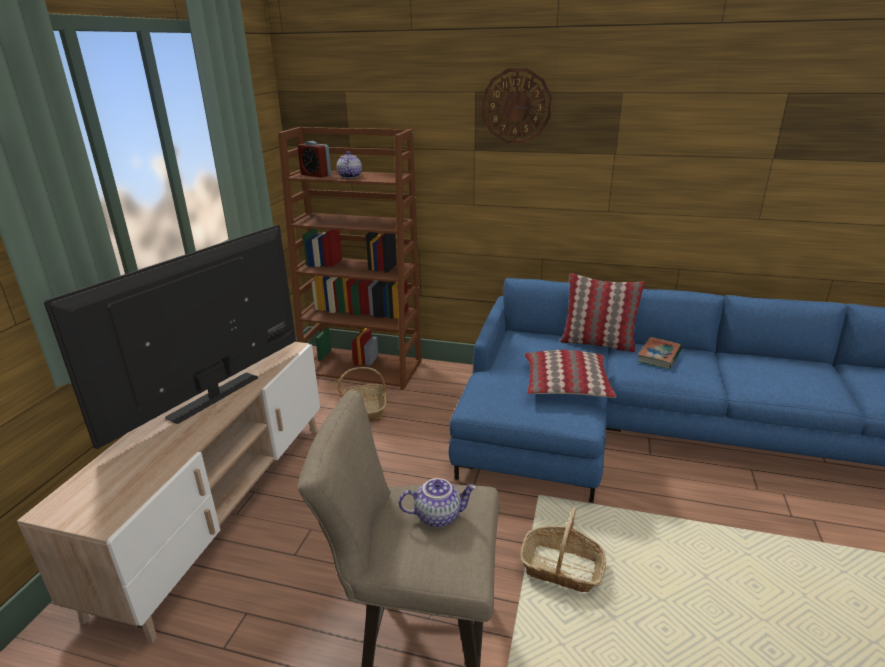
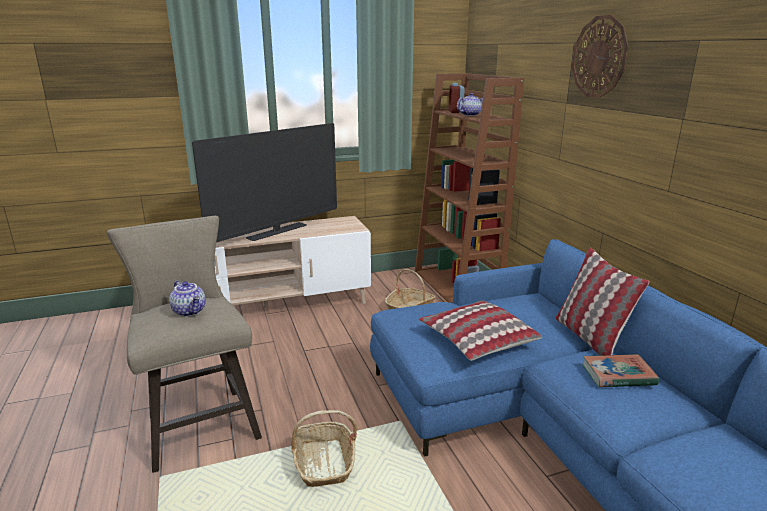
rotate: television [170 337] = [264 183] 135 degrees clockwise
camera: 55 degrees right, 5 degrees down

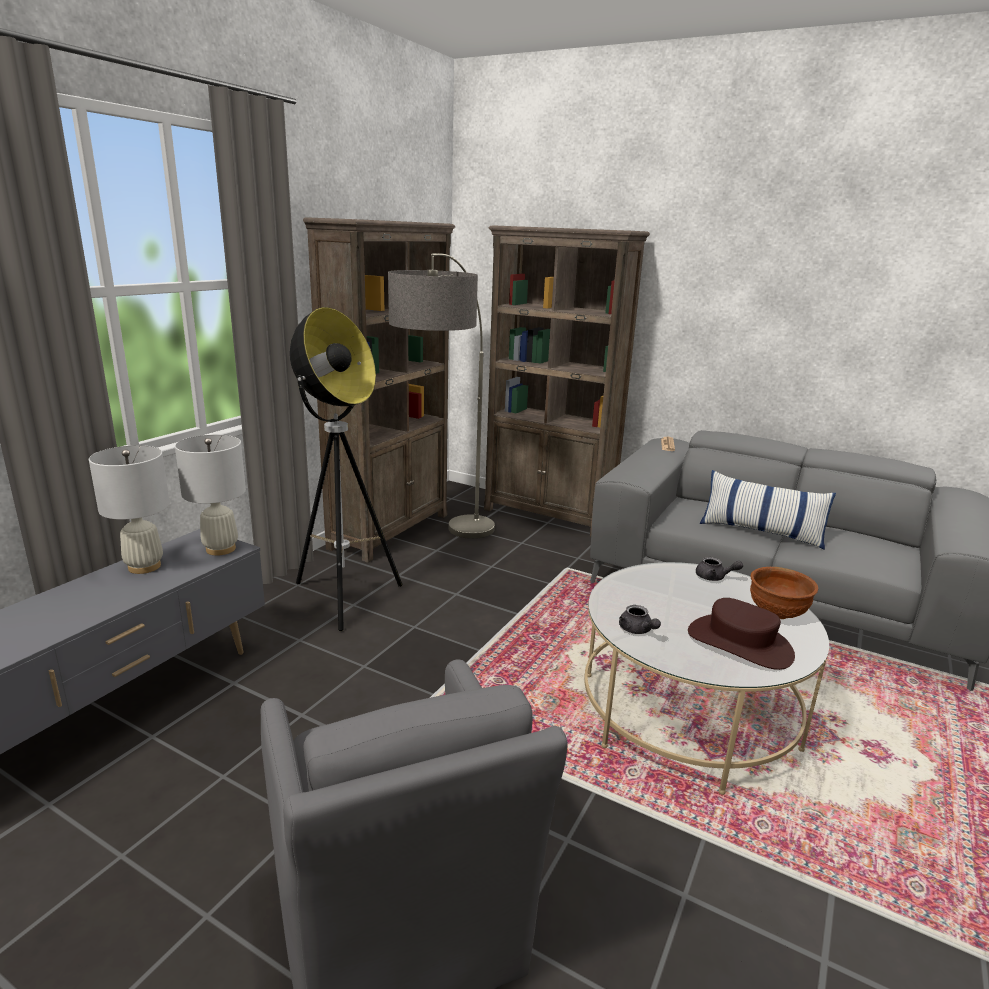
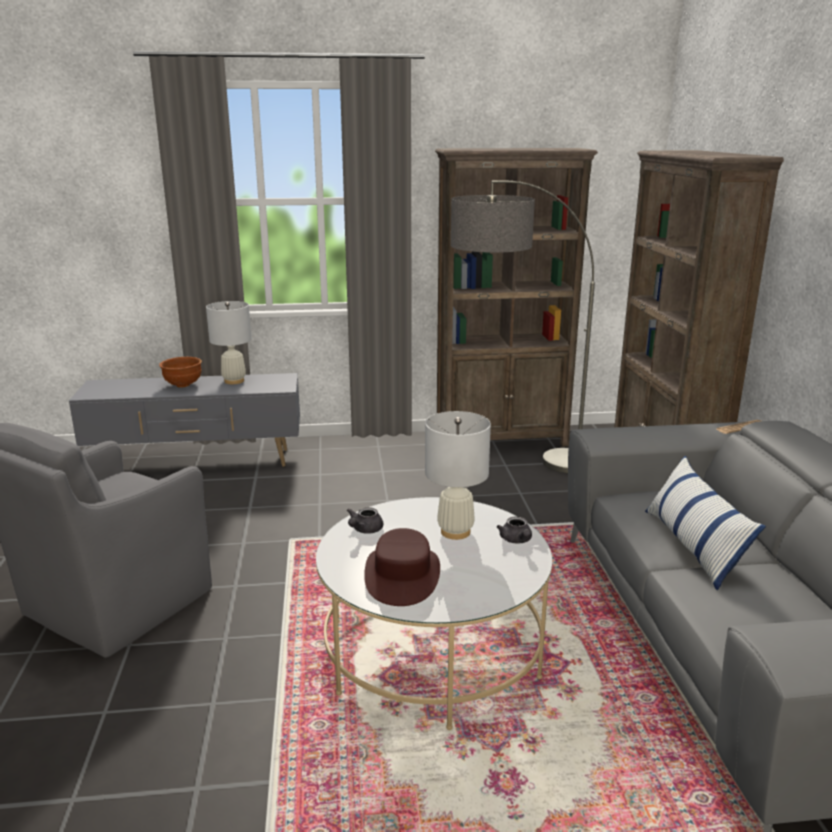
delete: floor lamp [346 469]
move: lamp for a table (whitish) [210 495] to [458 475]; serving bowl (brown-coloured) [784 593] to [180 372]
camera: 55 degrees right, 0 degrees up

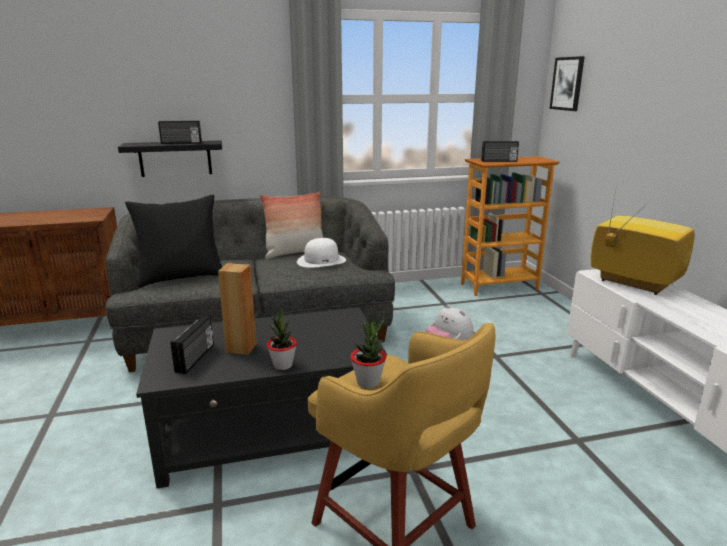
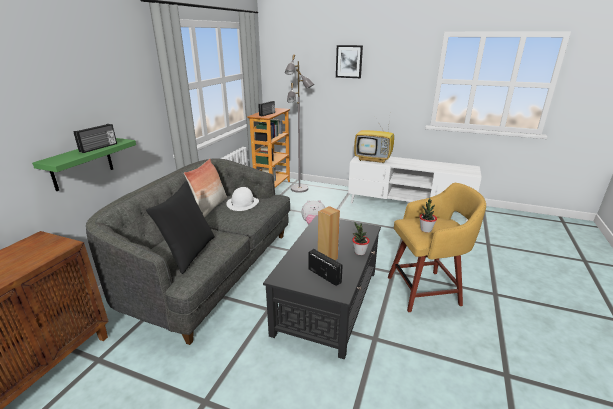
insert: floor lamp (gray) [299 123]
move: wall picture [567 83] to [349 61]
recolor: shelf (black) [170 159] to shelf (greenish) [84 164]
rotate: television [643 240] = [374 140] 150 degrees counterclockwise
camera: 55 degrees left, 5 degrees up

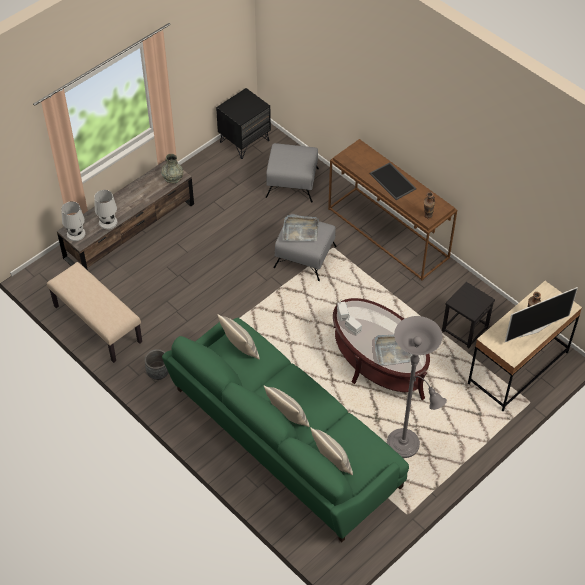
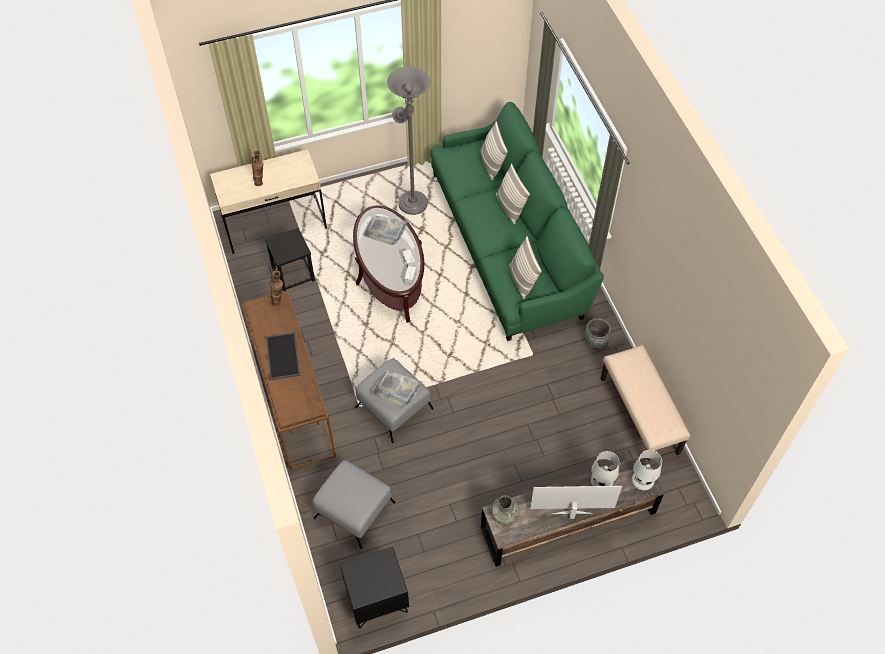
move: television [541 314] to [576 502]
camera: 155 degrees left, 5 degrees up

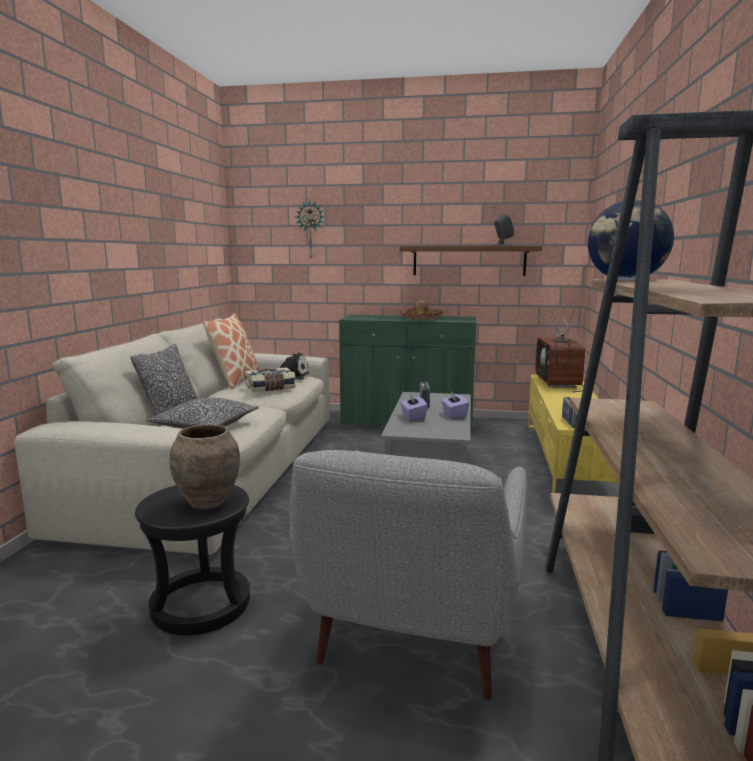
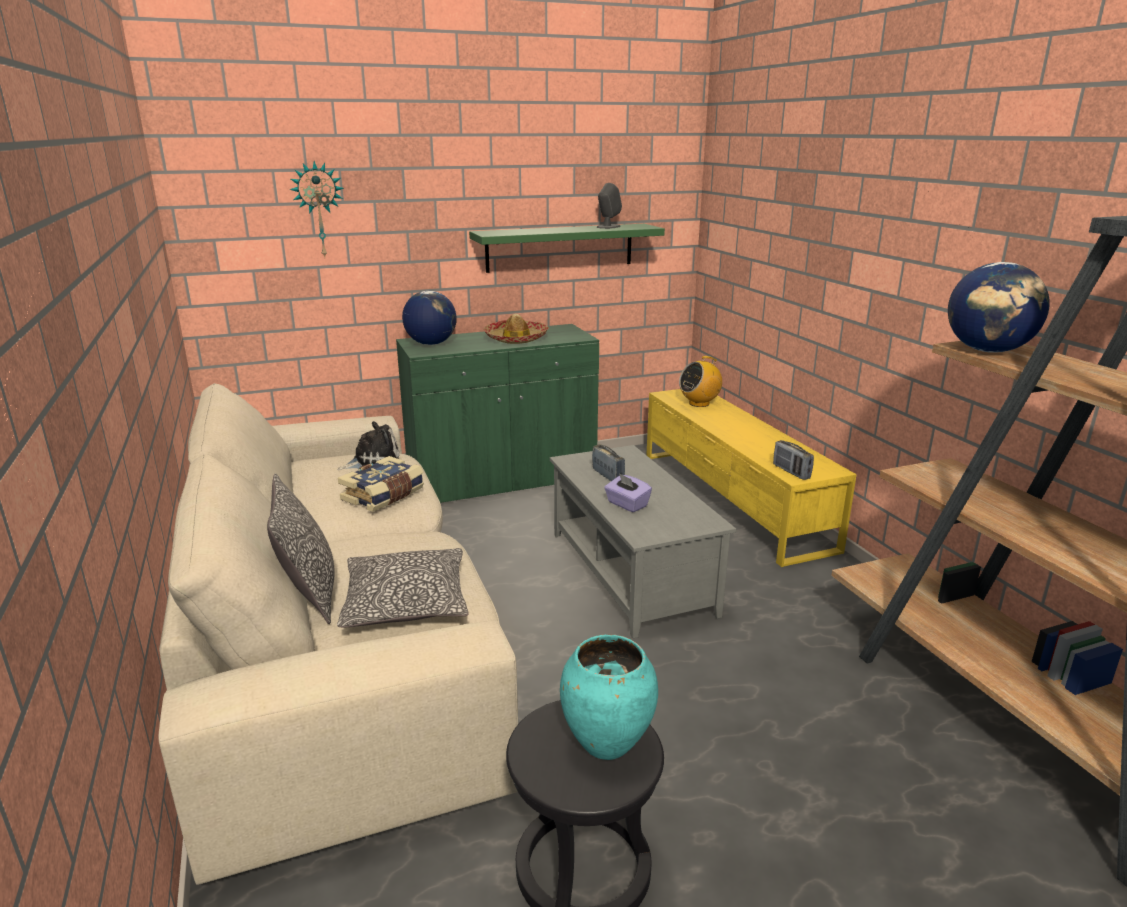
delete: pillow [231 351]; lounge chair (gray) [409 575]; tissue box (purplish) [455 404]
insert: globe [429 318]
replace: television [560 349] to radio [700 381]
recolor: decorative vase (brown-coloured) [204 466] to decorative vase (turquoise-coloured) [609 697]; shelf (brown-coloured) [471 261] to shelf (greenish) [567 248]
camera: 30 degrees left, 10 degrees up

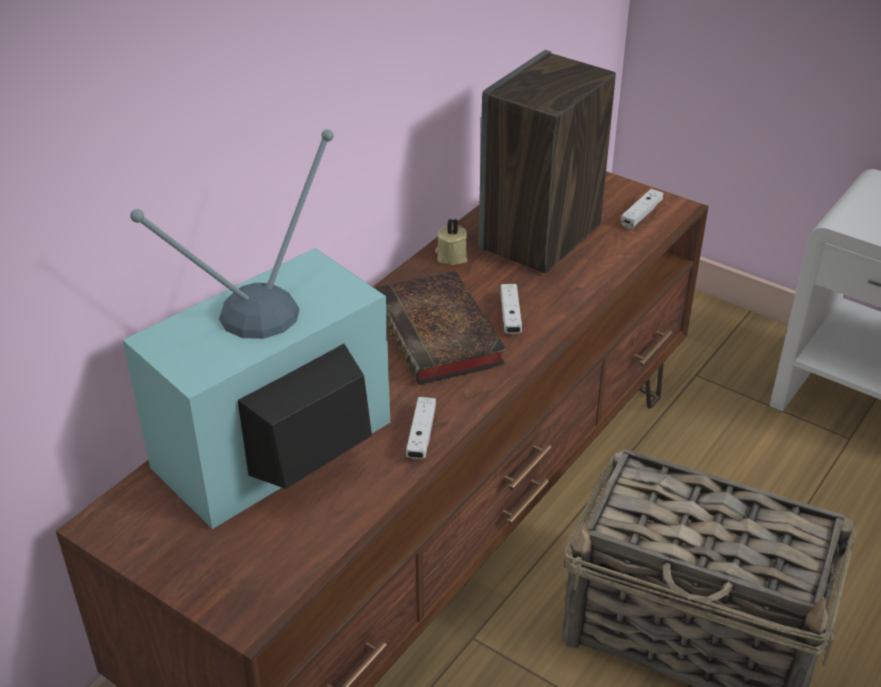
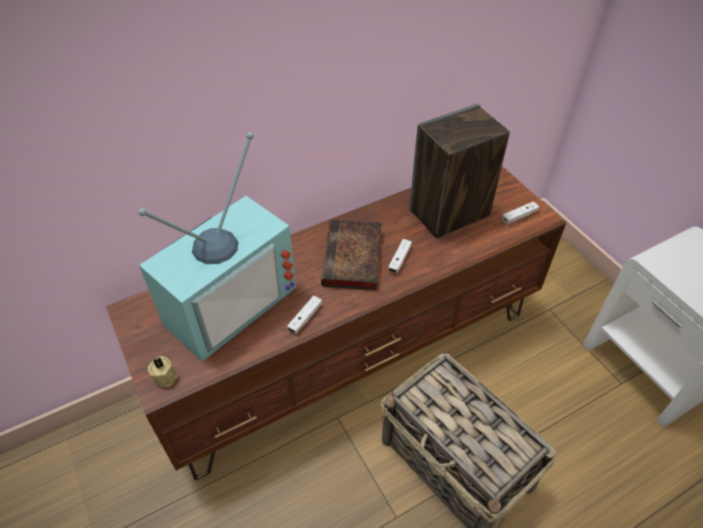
move: wax candle (beige) [451 241] to [163 371]
rotate: television [256 329] = [217 247] 150 degrees clockwise
camera: 25 degrees right, 10 degrees up

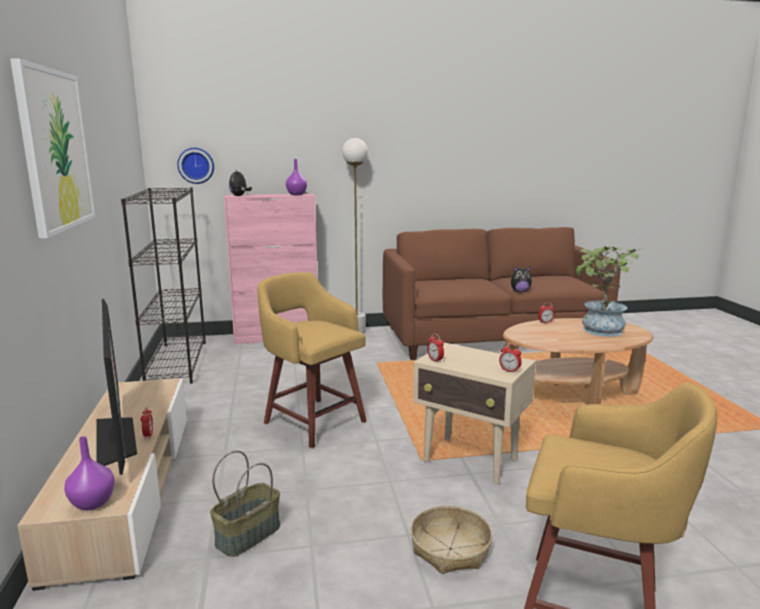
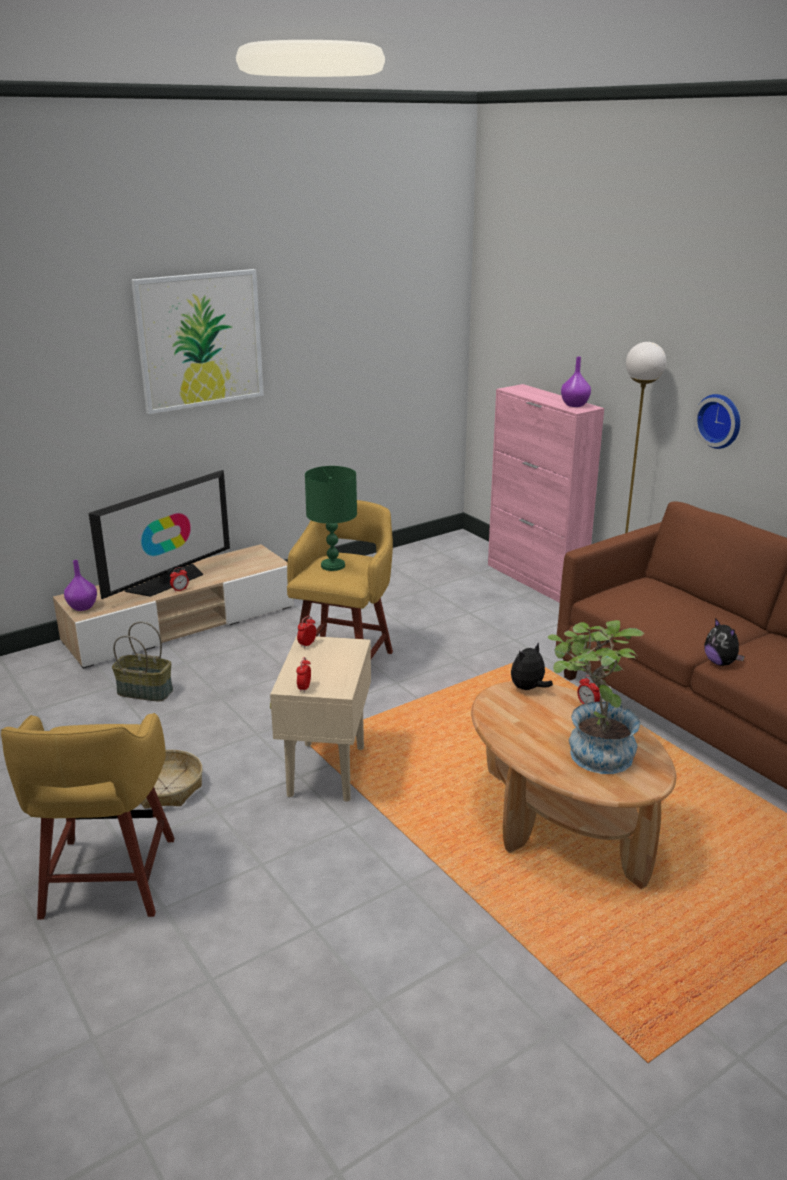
delete: bookcase (black) [163 285]
insert: lamp for a table (greenish) [331 518]
move: hanging clock [195 166] to [717 421]; cuddly toy [240 183] to [532 666]
camera: 65 degrees right, 10 degrees up

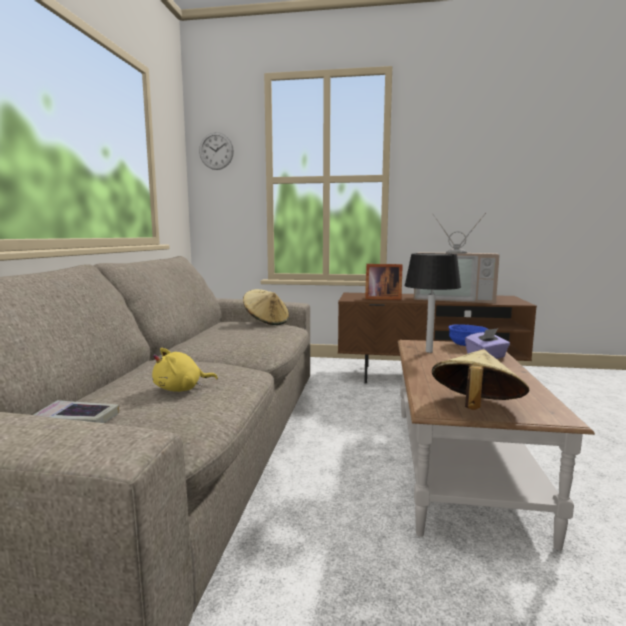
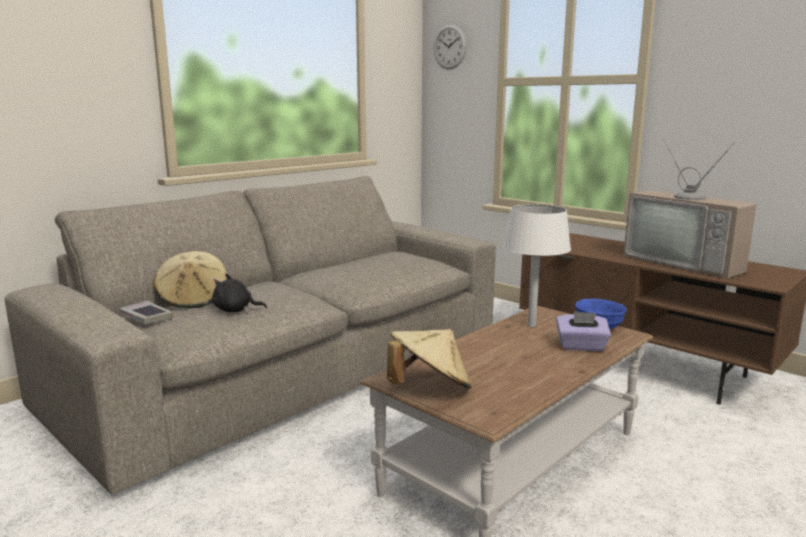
delete: photo frame [384 282]
move: hat (beige) [266 307] to [190 279]
recolor: cuddly toy (yellowish) [185 370] to cuddly toy (black) [239 293]; lamp for a table (black) [432 303] to lamp for a table (whitish) [536 265]
camera: 35 degrees right, 5 degrees up

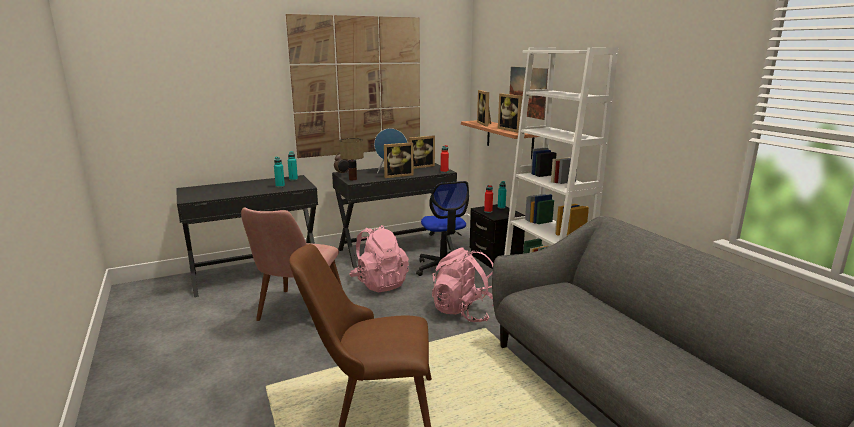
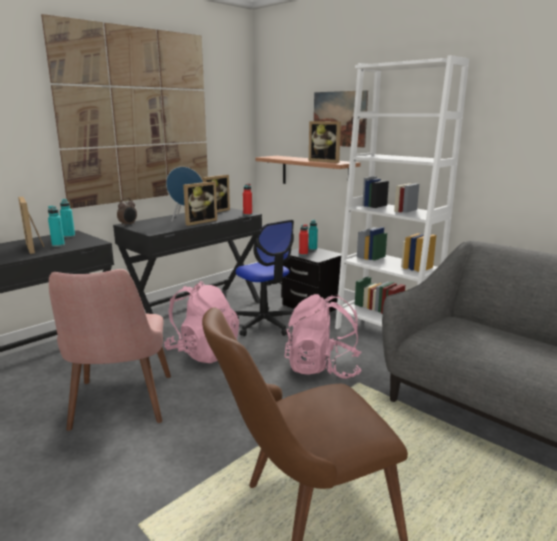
delete: lamp for a table [351 159]
move: photo frame [484 108] to [31 225]
camera: 20 degrees left, 0 degrees up

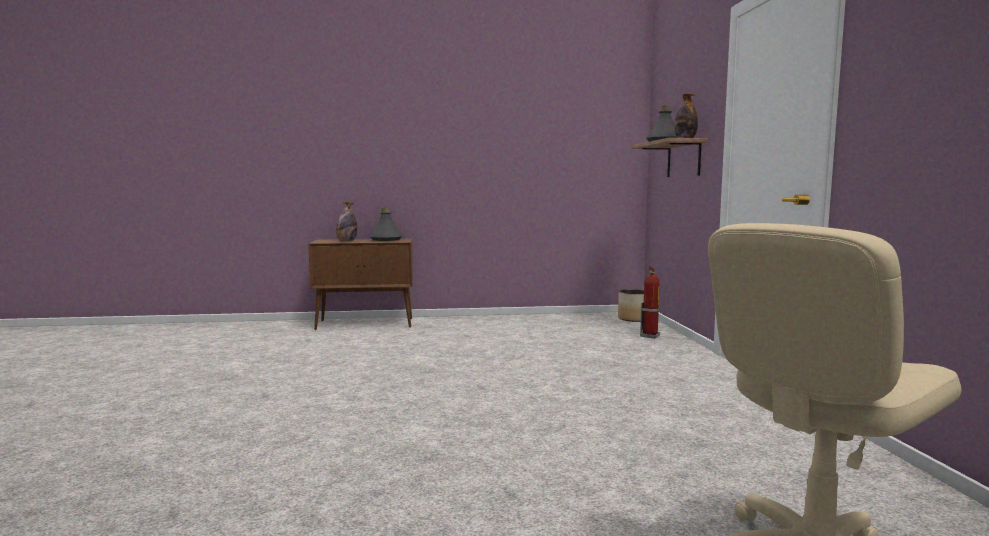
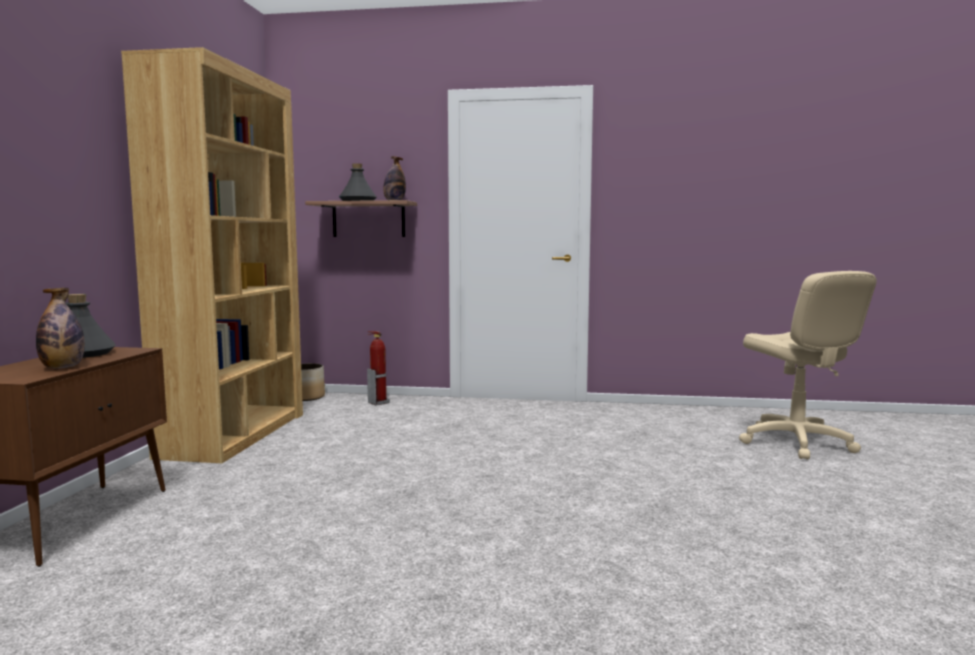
insert: bookcase (brown-coloured) [212 255]
camera: 75 degrees left, 0 degrees up

